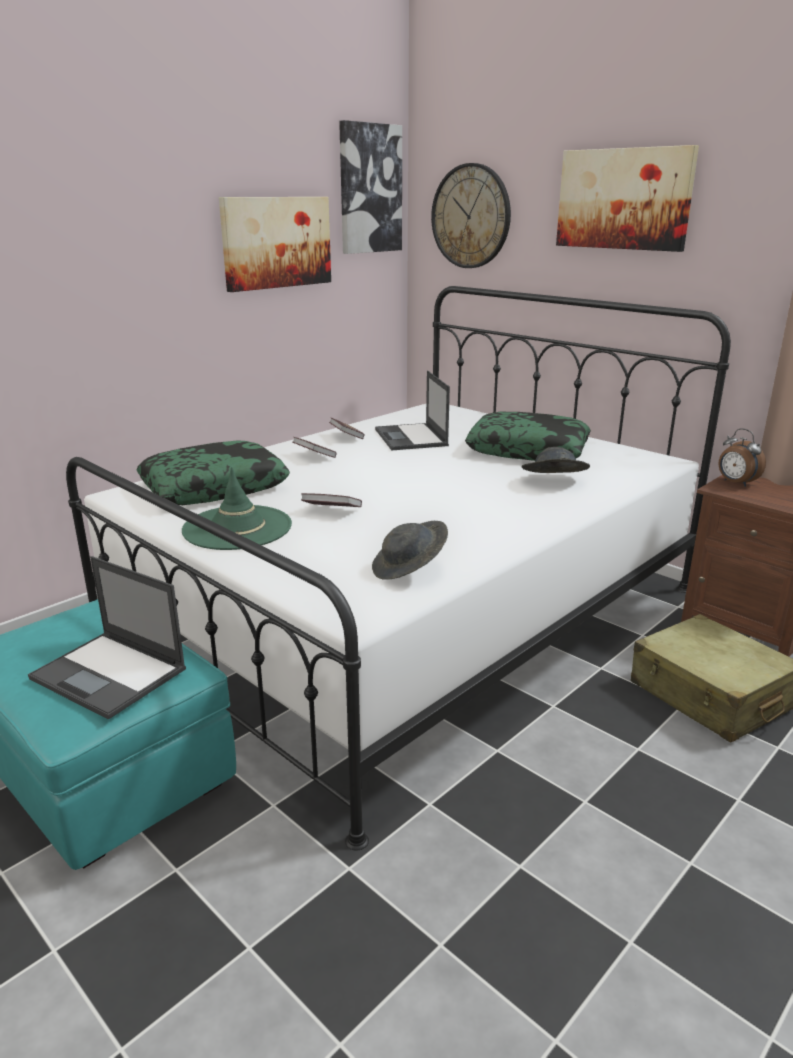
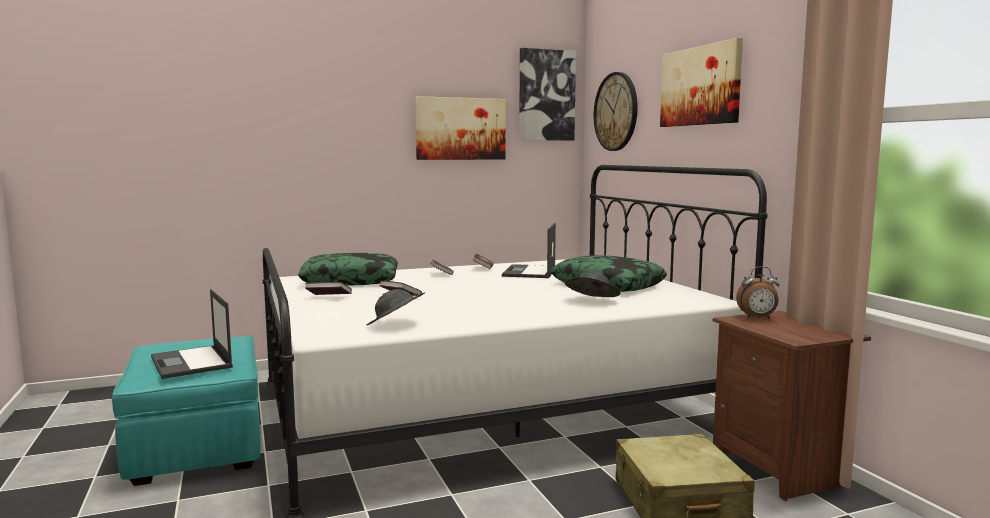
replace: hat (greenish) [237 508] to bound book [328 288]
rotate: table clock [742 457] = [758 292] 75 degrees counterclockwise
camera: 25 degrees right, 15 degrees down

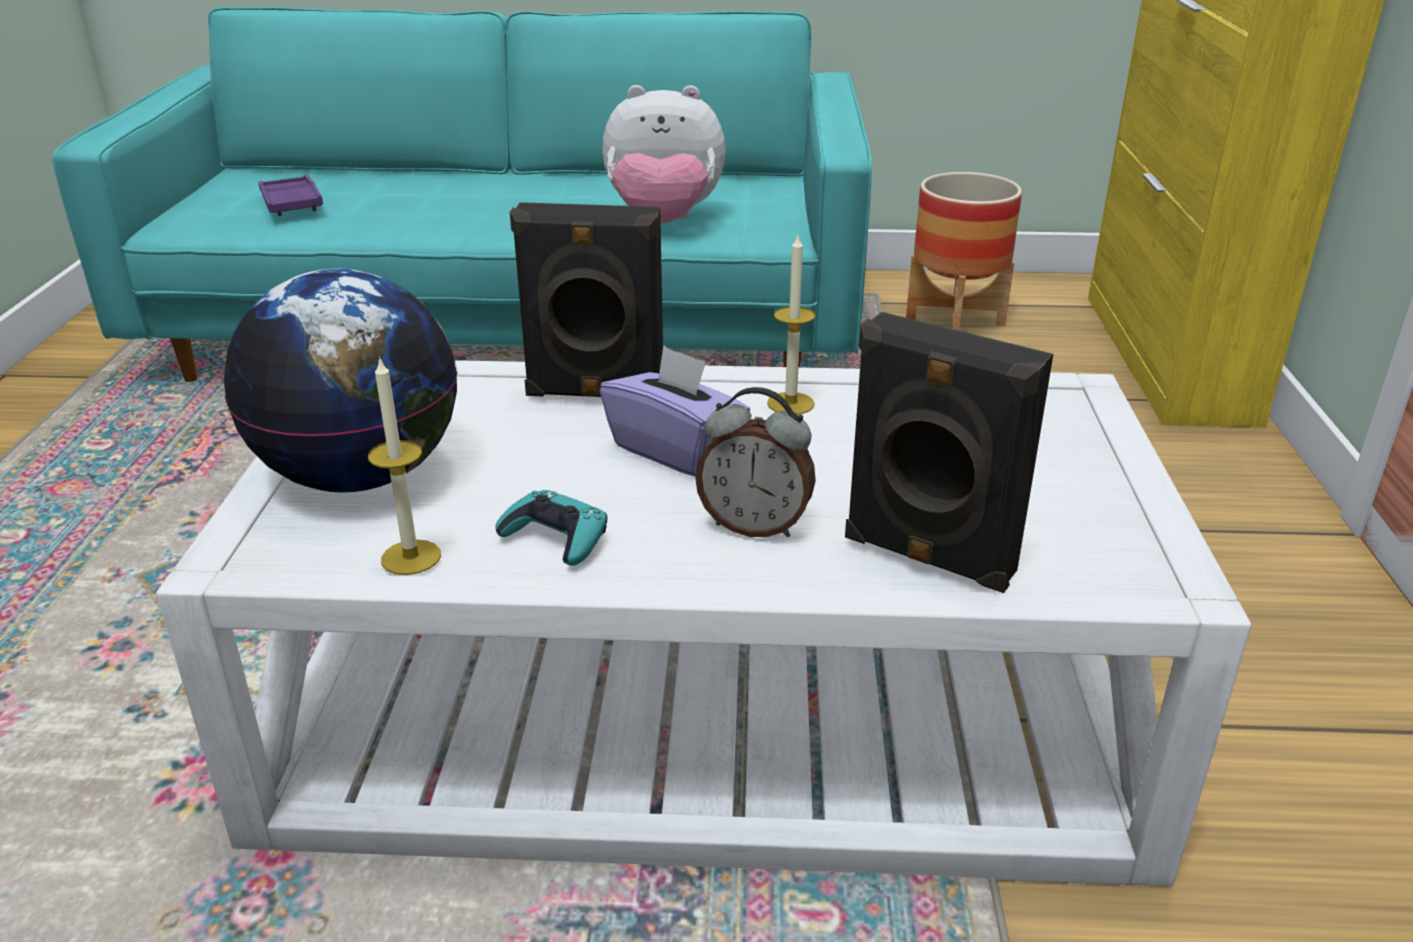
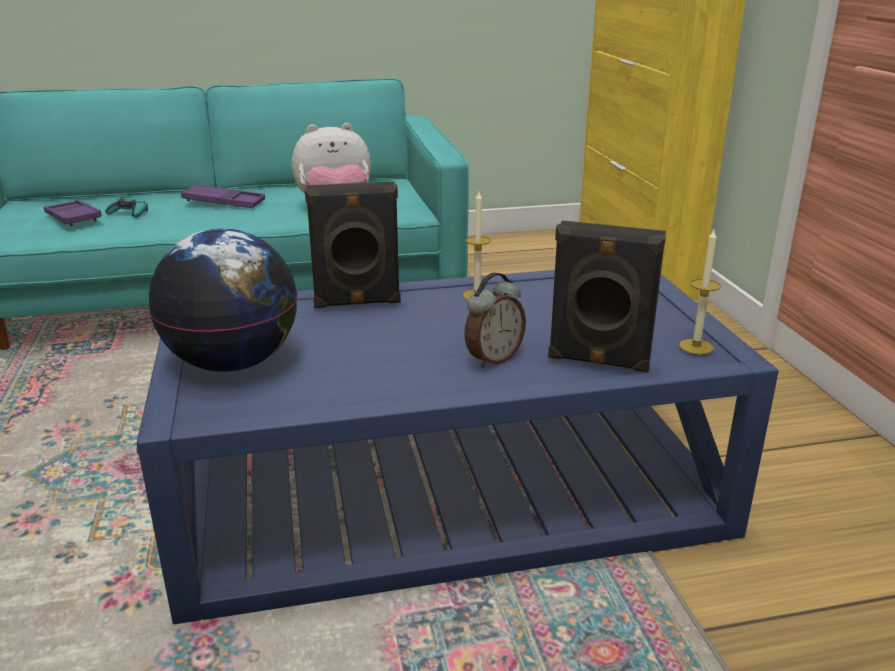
delete: tissue box (purplish) [675 410]; planter [964 251]
insert: serving tray (purplish) [223 196]
move: wax candle [404 465] to [700 292]; joypad (turquoise-coloured) [551 528] to [126 208]
recolor: coffee table (whitish) [703 623] to coffee table (bluish) [458 447]
rotate: table clock [755 462] = [495 320] 45 degrees counterclockwise
camera: 15 degrees left, 5 degrees down

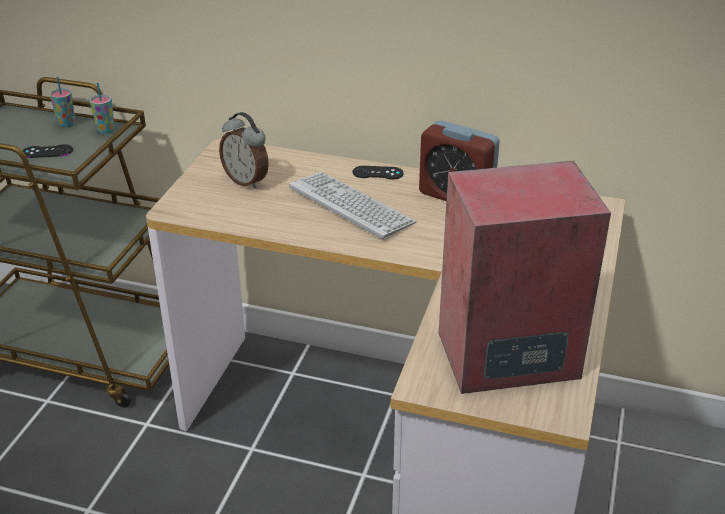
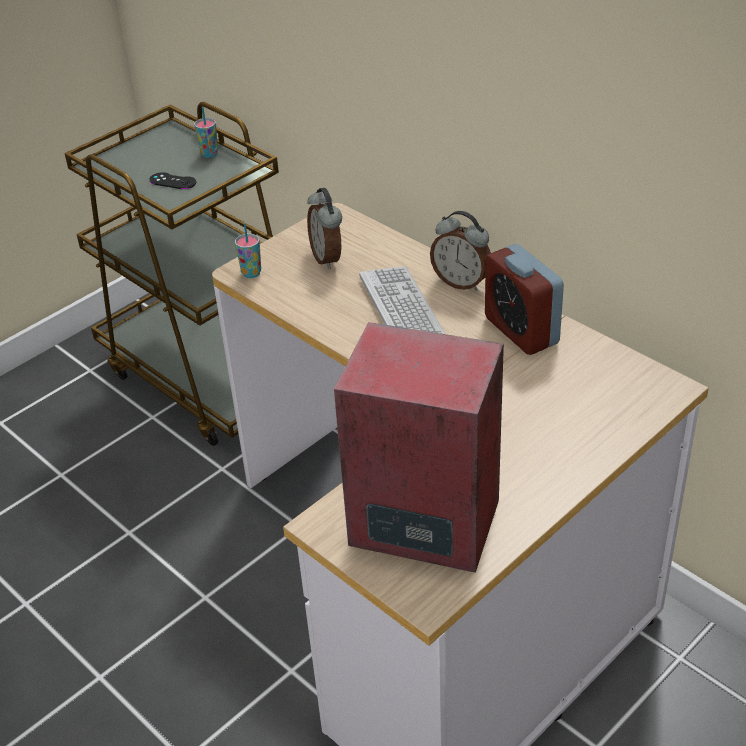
move: small cup [102 108] to [248 250]
replace: joypad (black) [378 173] to table clock [460 251]
camera: 30 degrees right, 5 degrees up

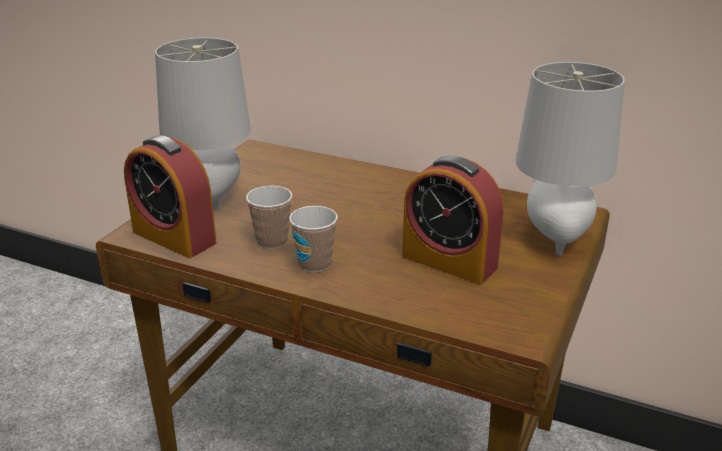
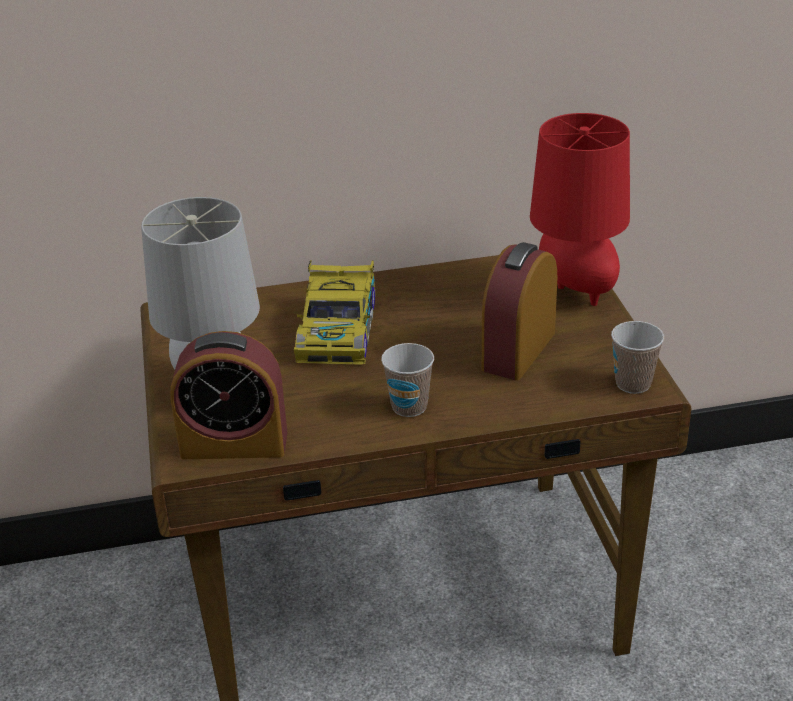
insert: model car [334 312]
move: small cup [269 217] to [637 357]
recolor: lamp for a table (gray) [570 158] to lamp for a table (red) [580 209]
rotate: table clock [453 220] = [519 311] 120 degrees clockwise
camera: 35 degrees left, 5 degrees up

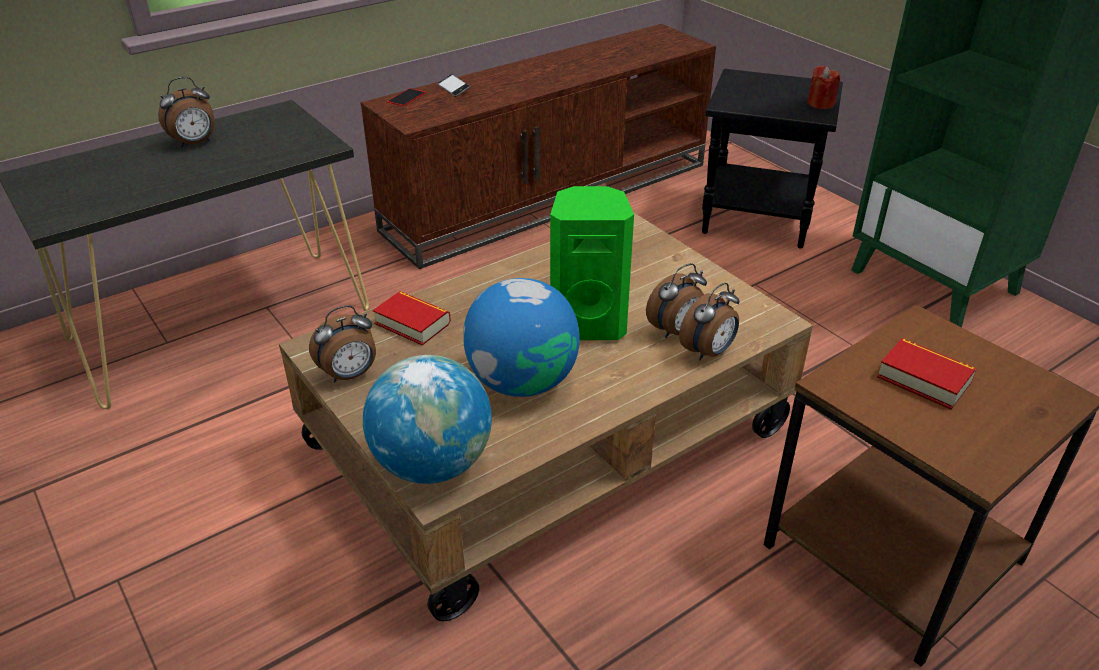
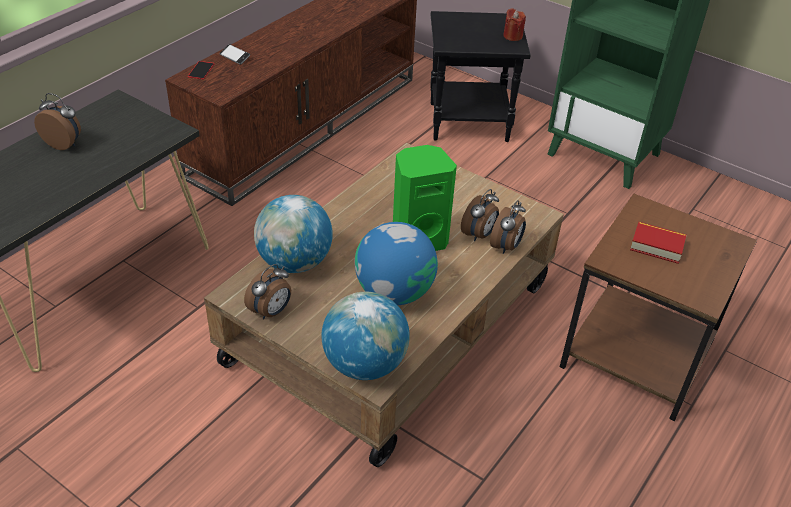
replace: bound book [412 318] to globe [293 234]
rotate: table clock [186 112] = [57 121] 105 degrees counterclockwise
camera: 20 degrees left, 5 degrees up

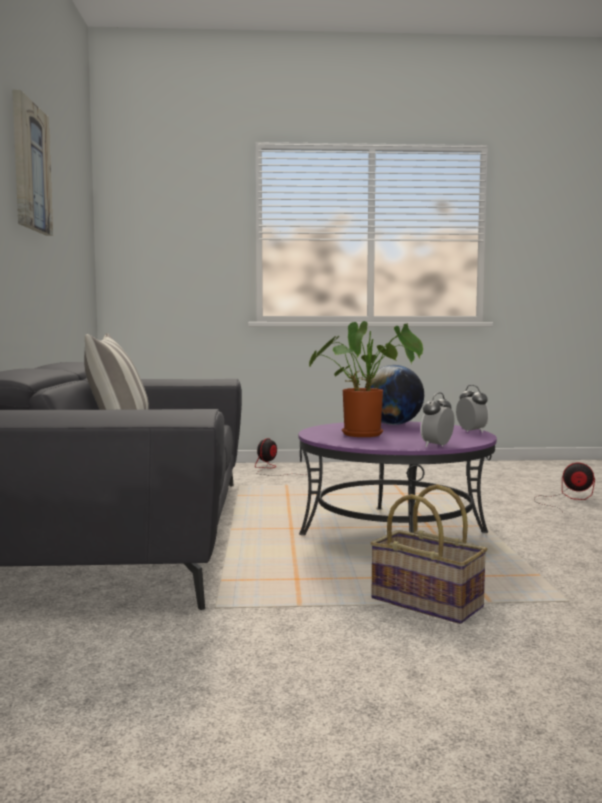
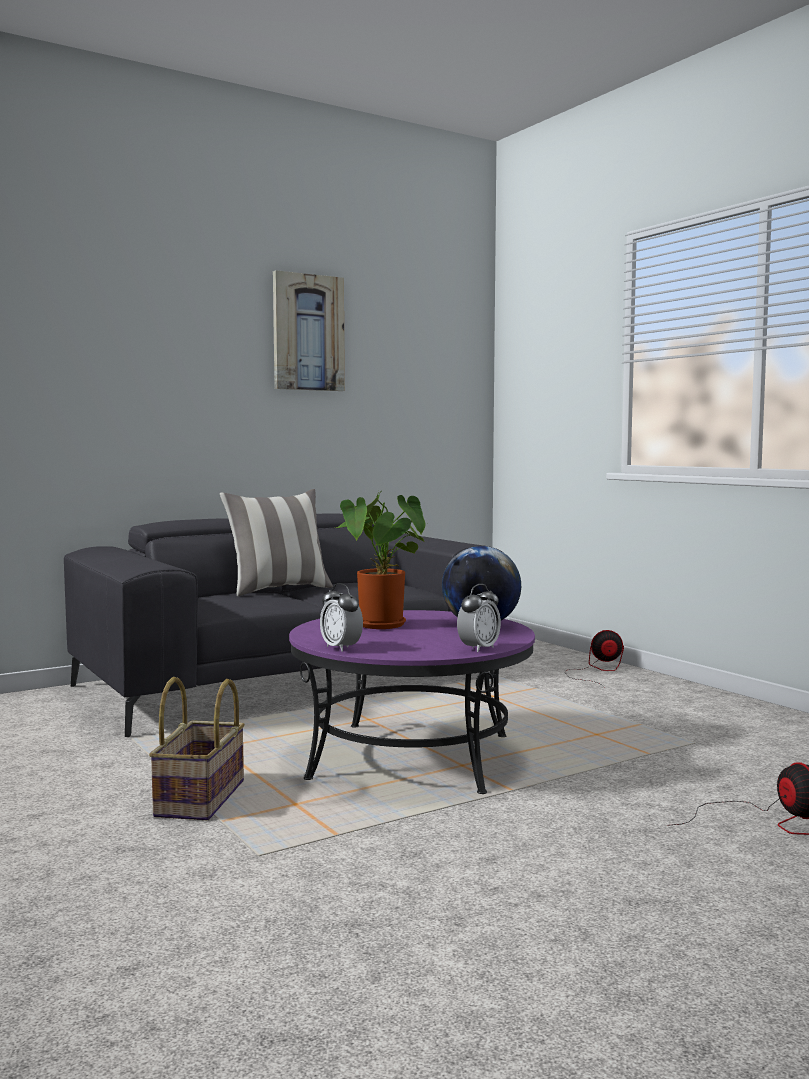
rotate: table clock [438 419] = [341 617] 135 degrees counterclockwise
camera: 60 degrees right, 0 degrees up

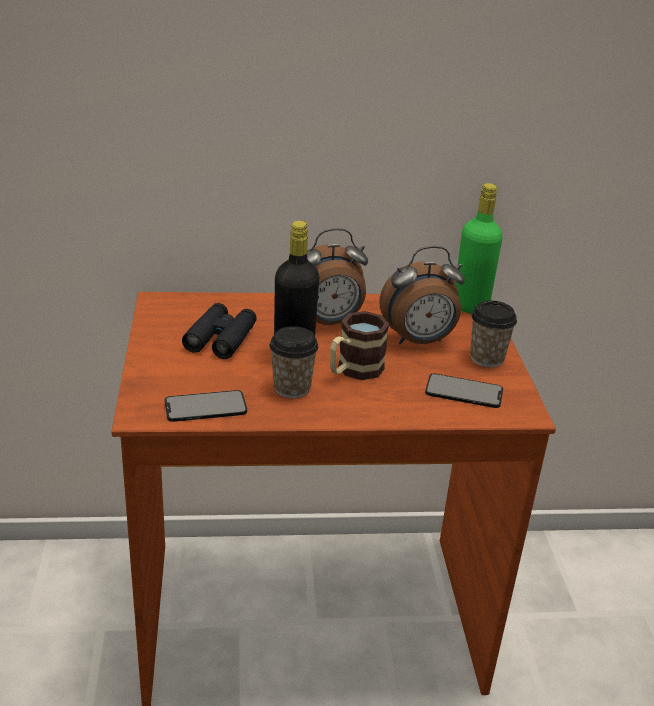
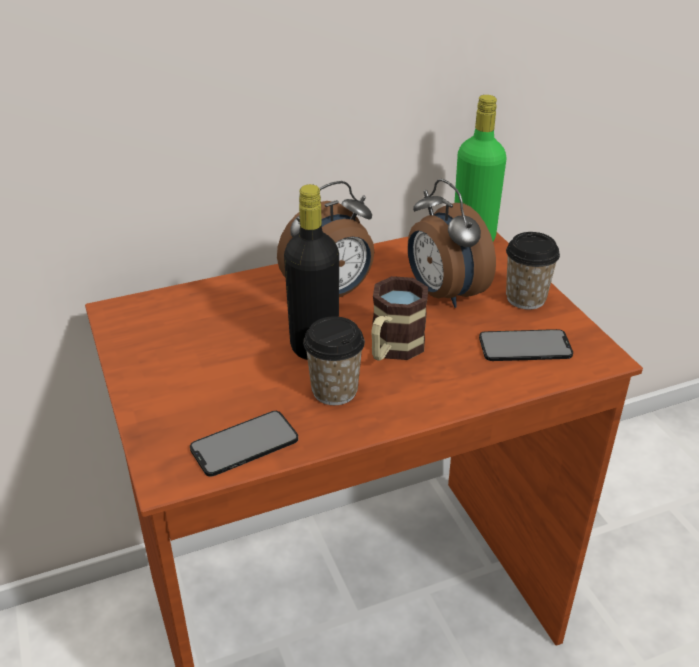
delete: pair of binoculars (black) [219 331]
rotate: table clock [422 295] = [452 243] 90 degrees clockwise
camera: 15 degrees left, 5 degrees up

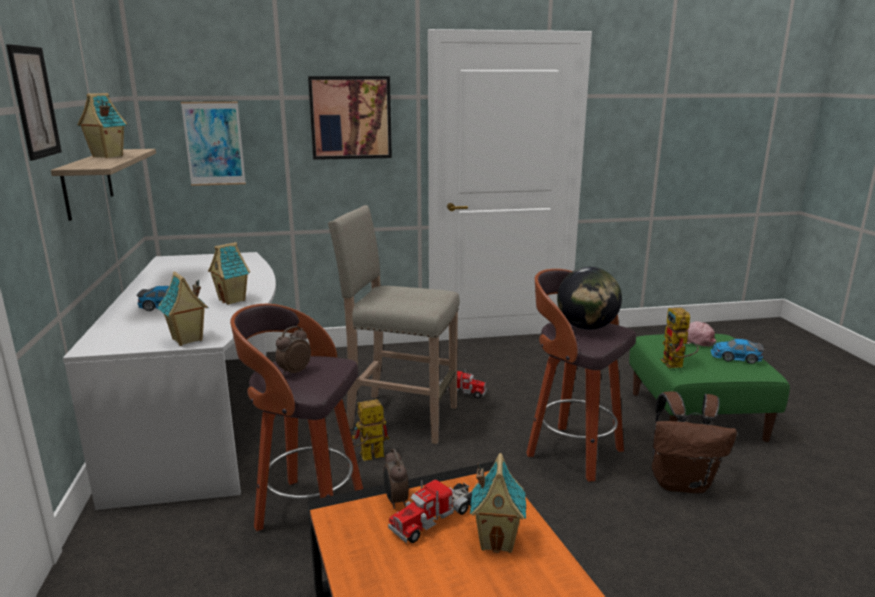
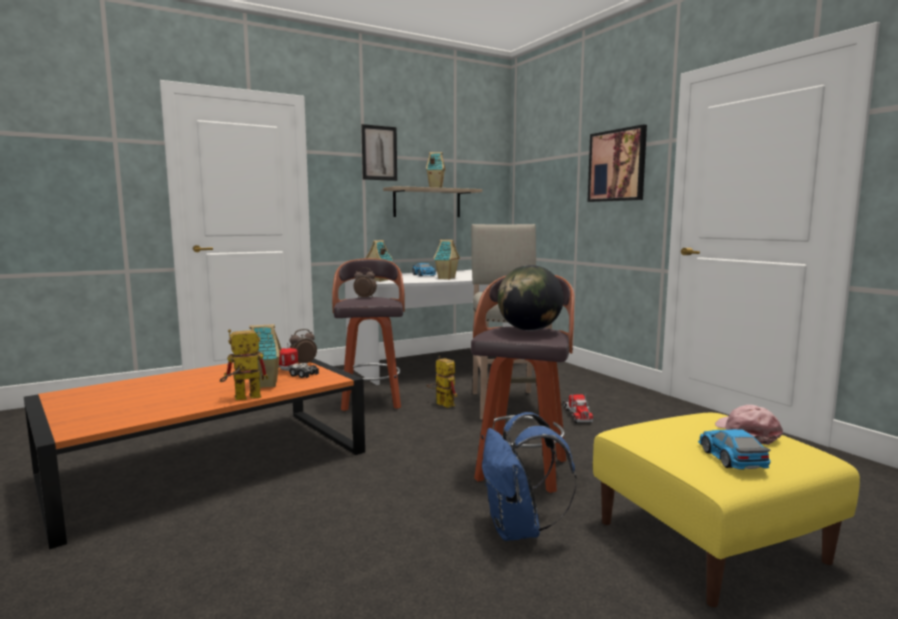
delete: wall picture [213 143]
move: model robot [680 338] to [244 364]
recolor: pouffe (greenish) [709 388] to pouffe (yellowish) [726 510]; backpack (brown-coloured) [694 442] to backpack (bluish) [529 476]
camera: 70 degrees right, 10 degrees down

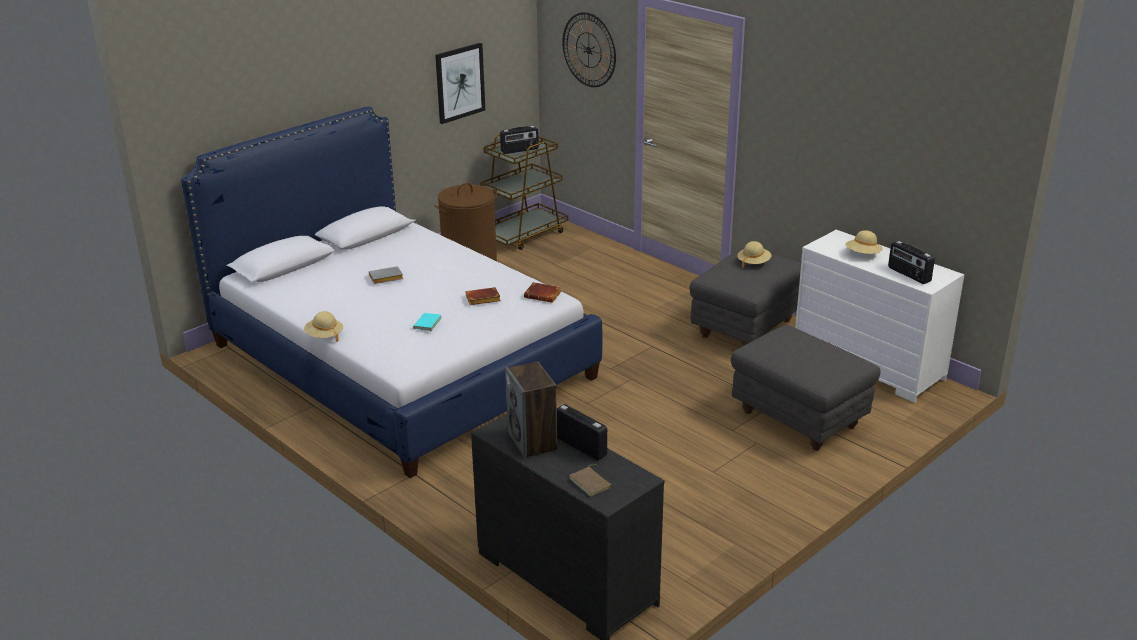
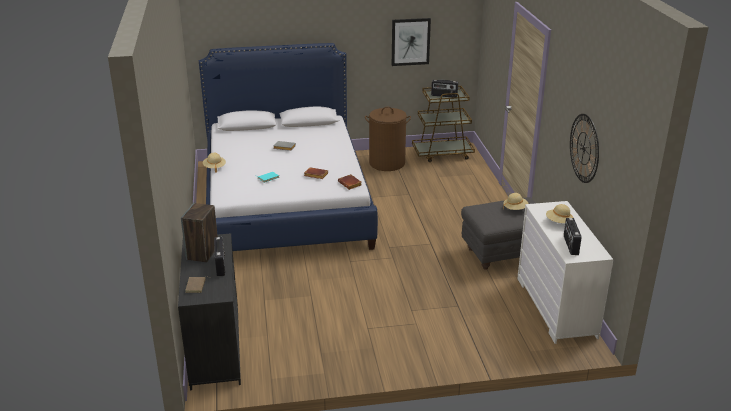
delete: pouffe (gray) [805 388]
move: hanging clock [589 49] to [584 148]
camera: 35 degrees right, 0 degrees up

